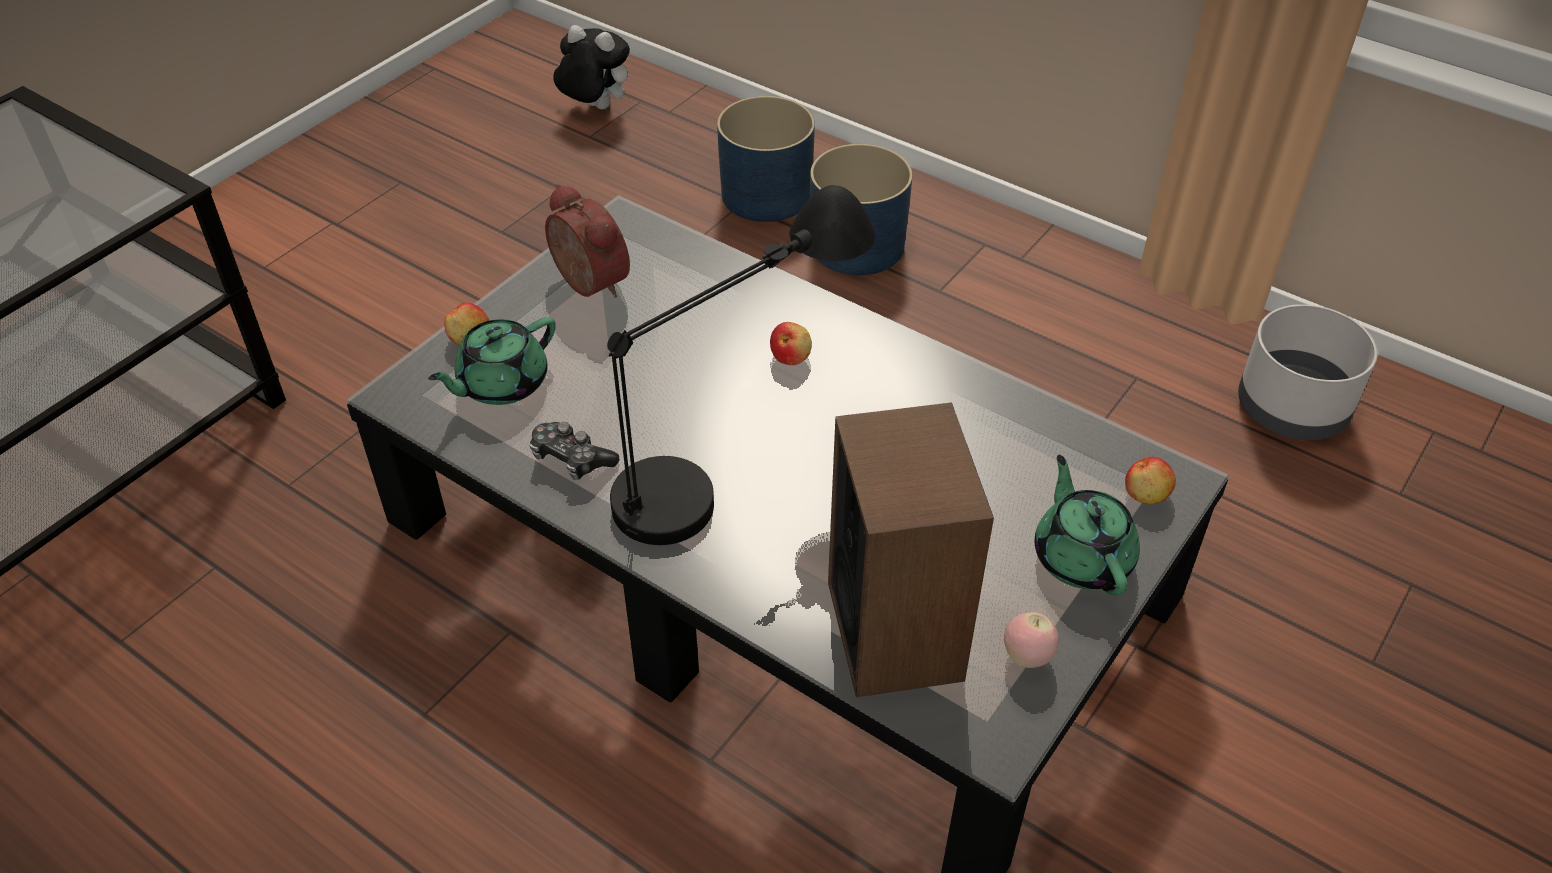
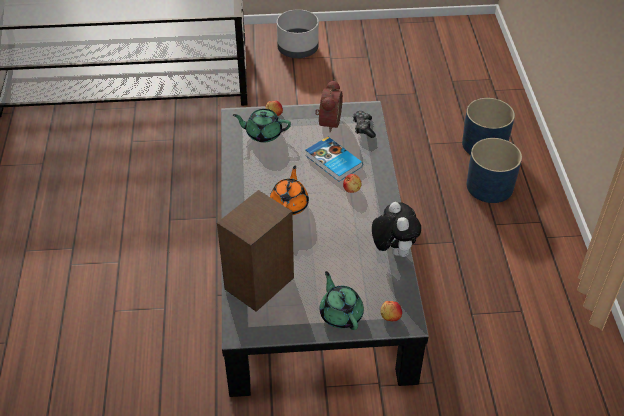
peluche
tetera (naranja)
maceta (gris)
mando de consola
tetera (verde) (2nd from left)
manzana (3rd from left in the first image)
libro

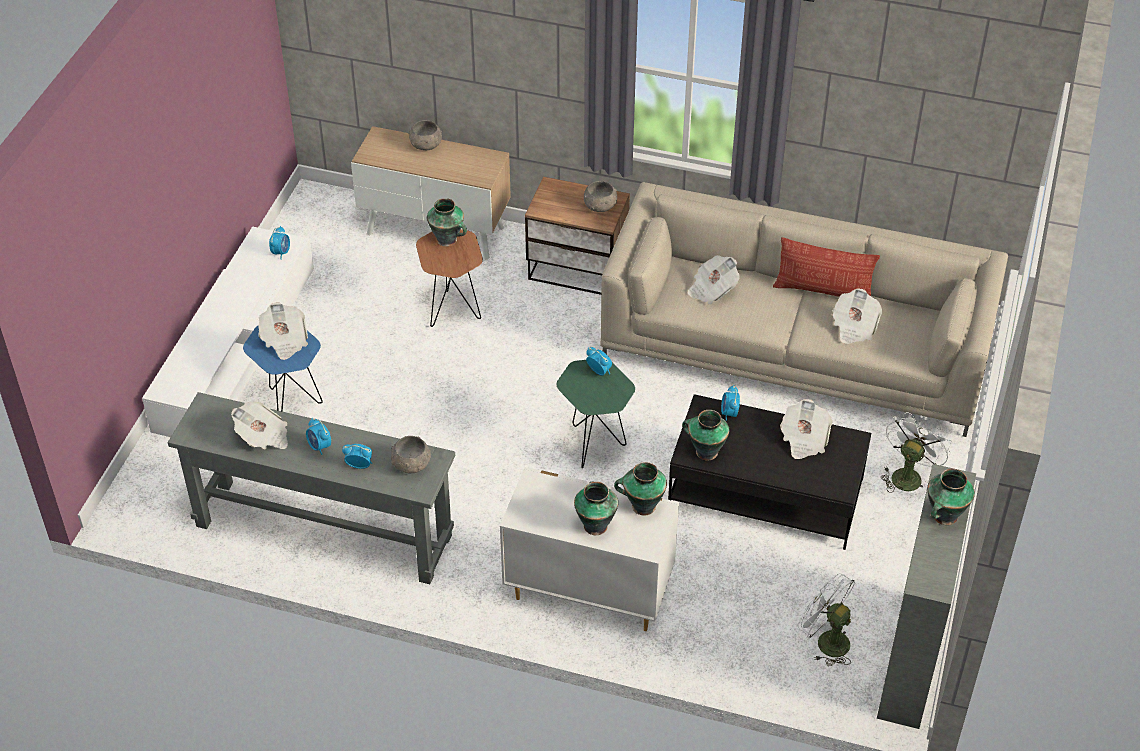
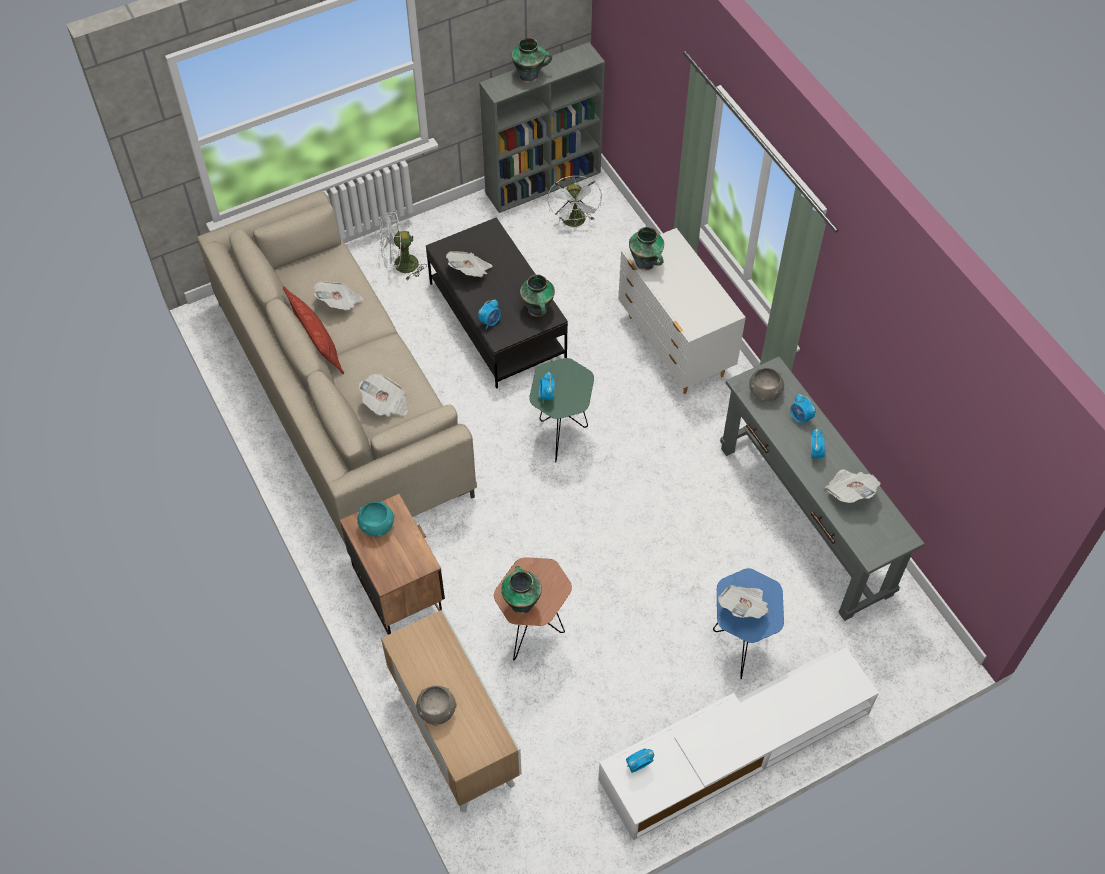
cuenco (turquesa)
florero (2nd from left in the first image)

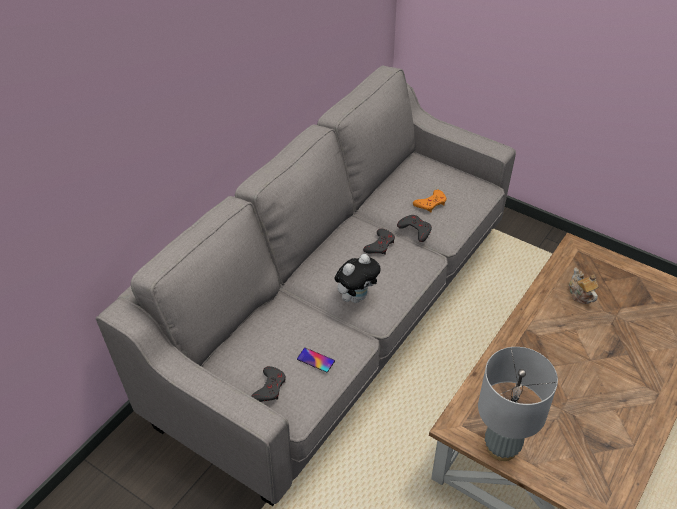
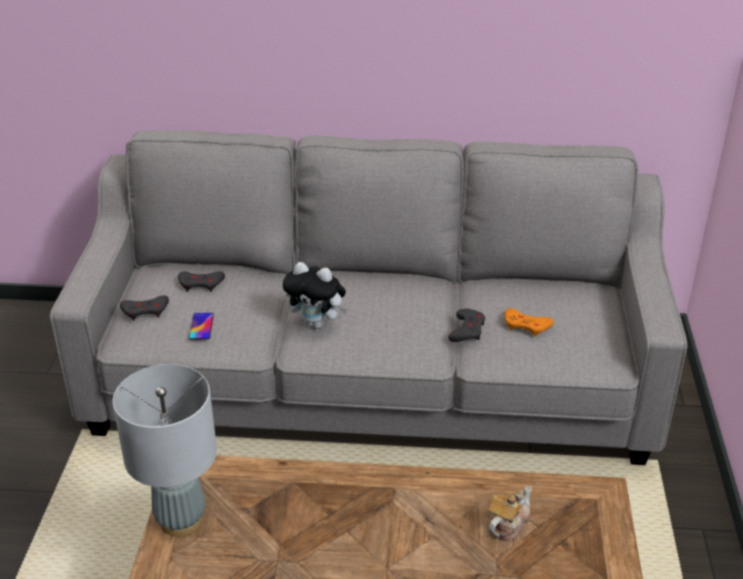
mando de consola (gris) (2nd from left)

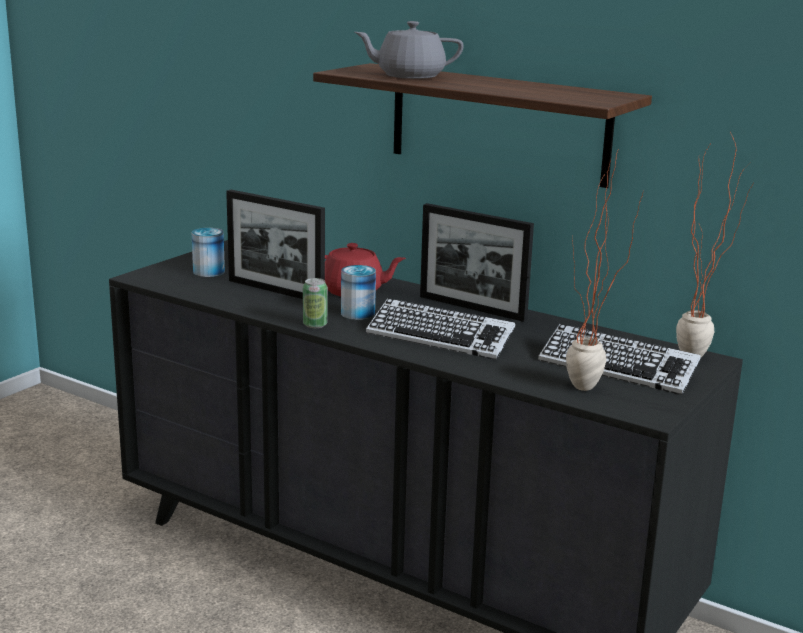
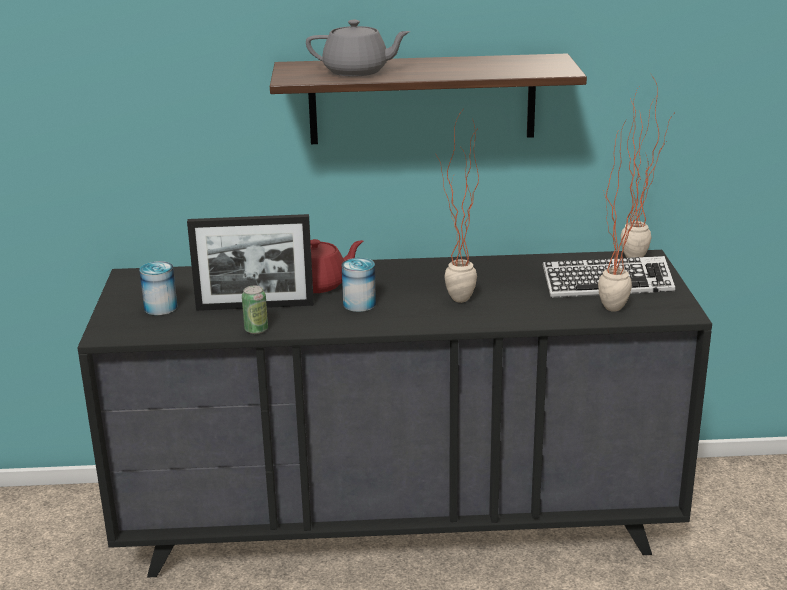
tetera (gris)
portarretratos (2nd from left in the first image)
lata (2nd from left)
planta en maceta (1st from left)

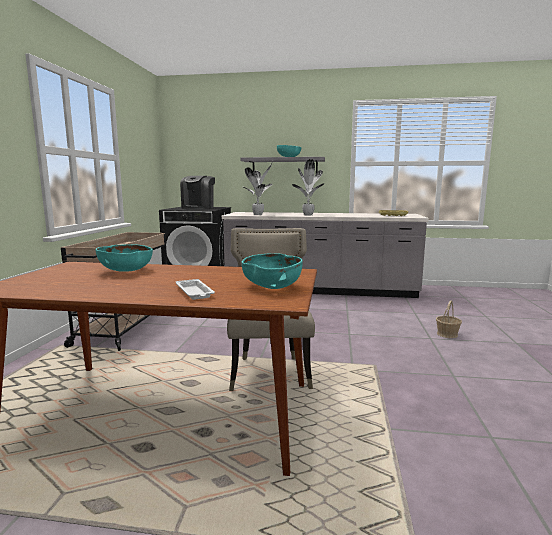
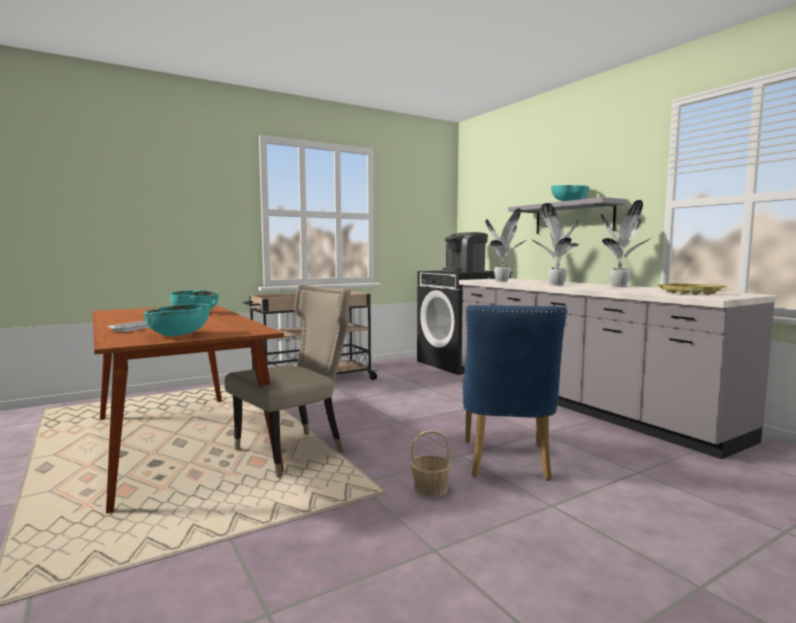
cesta
planta en maceta (3rd from left)
silla (azul)

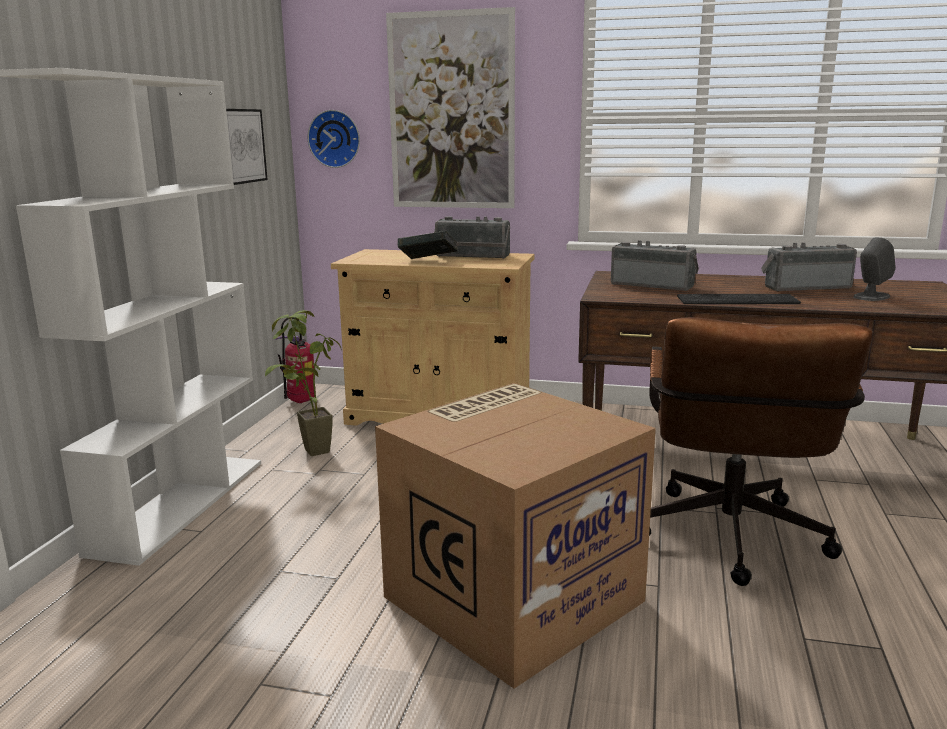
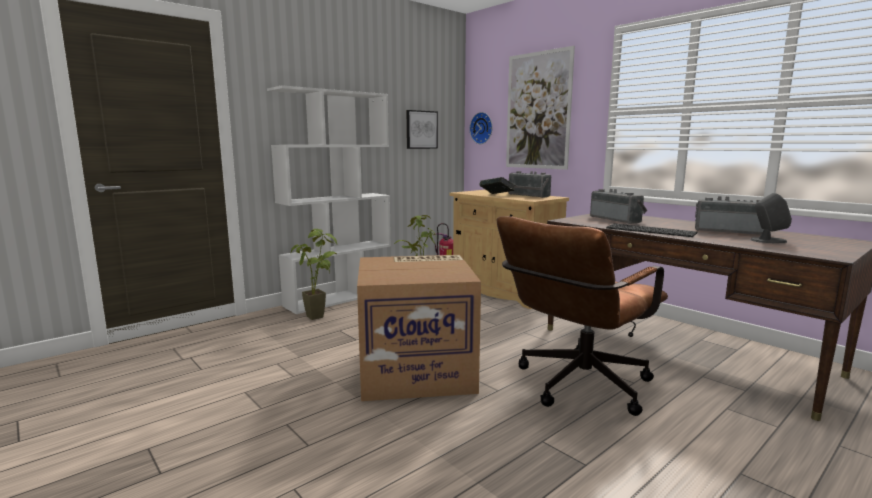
planta en maceta (1st from left)

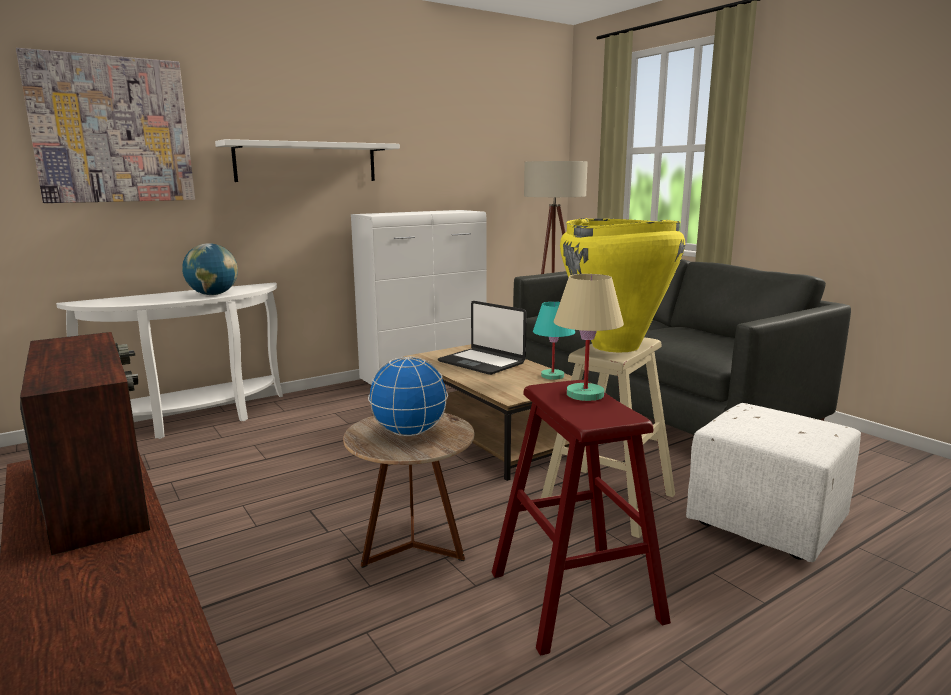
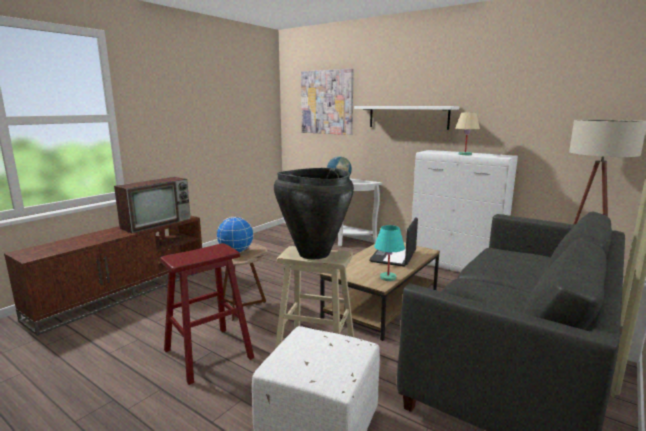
florero (negro)
lámpara de mesa (beis)

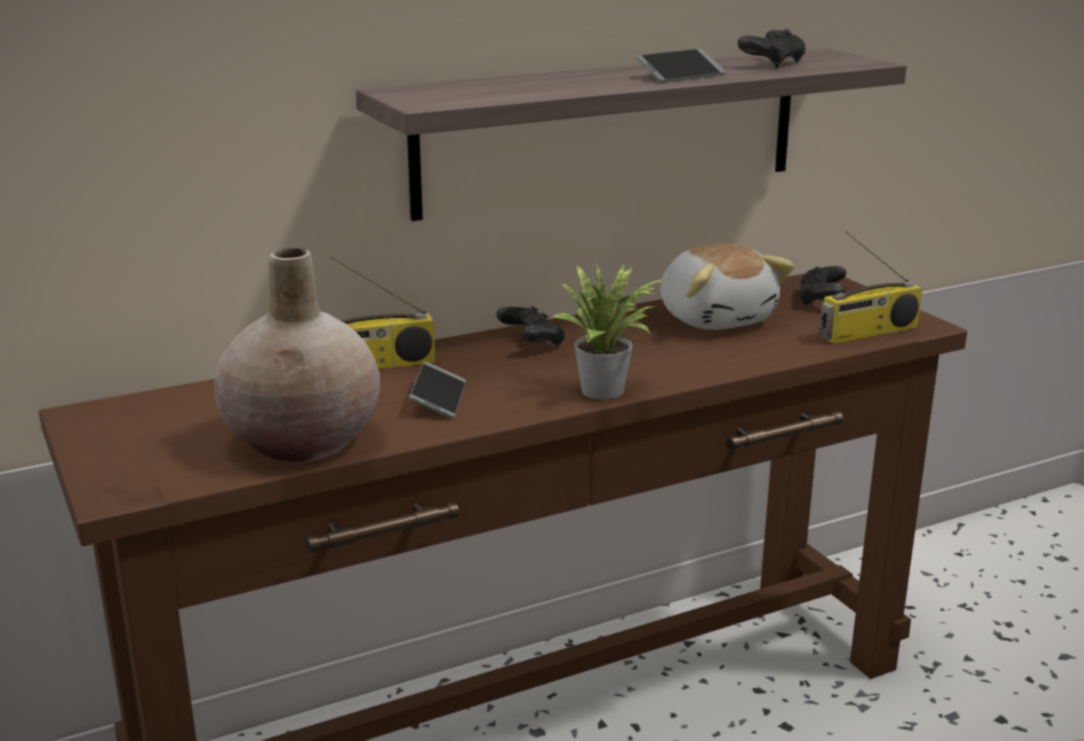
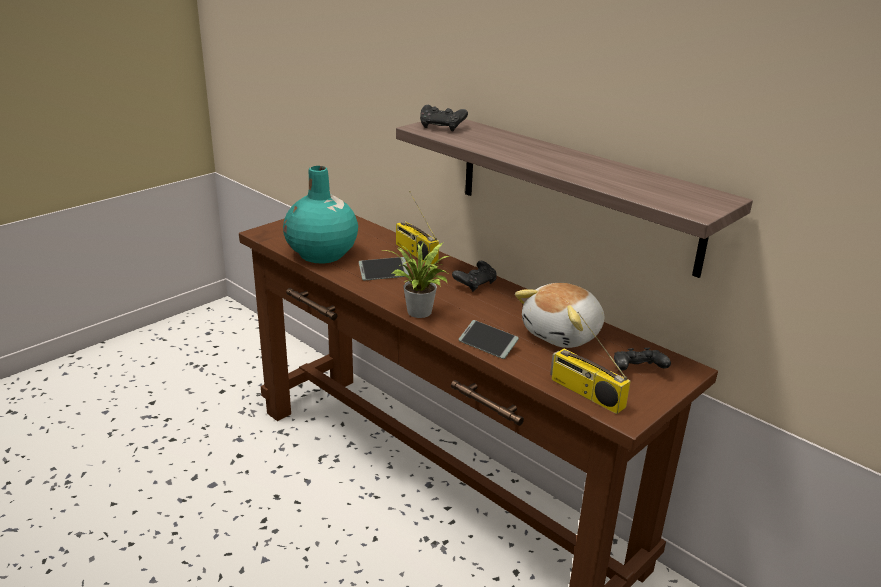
mando de consola (negro) (1st from left)
móvil (2nd from left)
florero (turquesa)

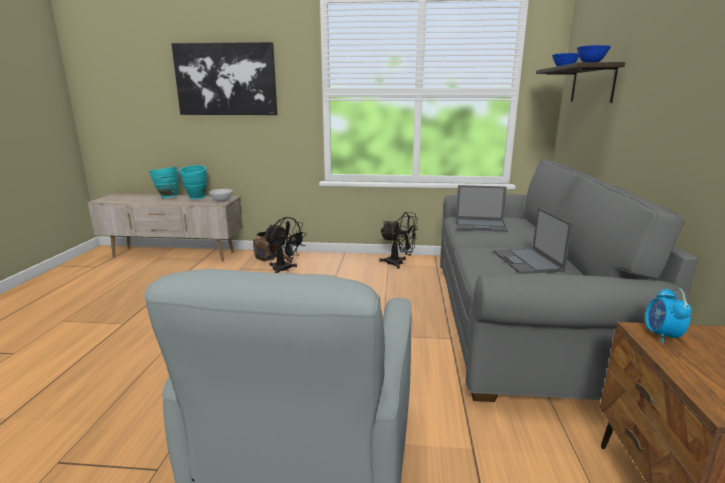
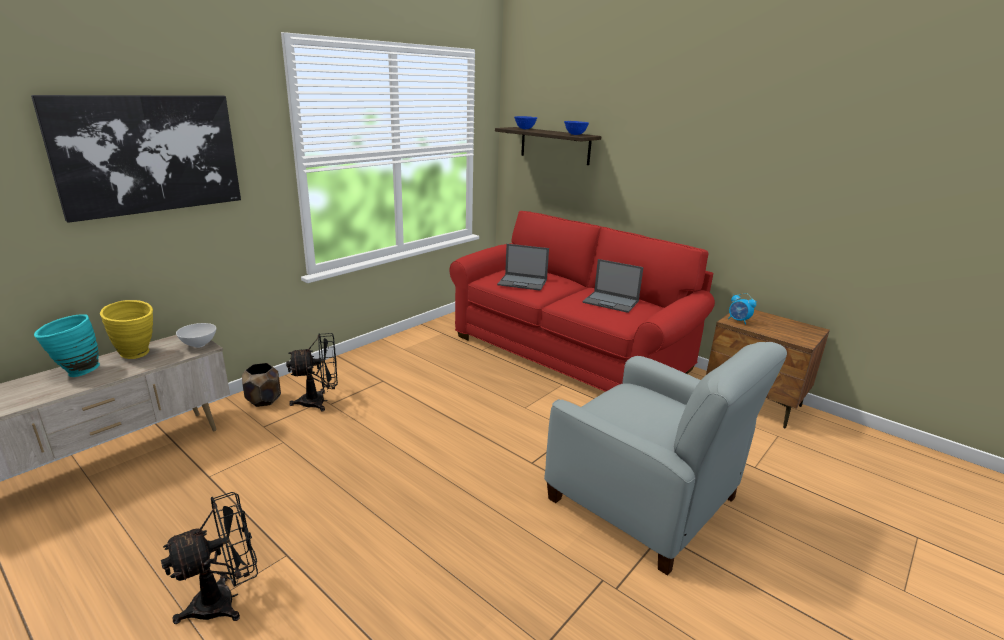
sofá (rojo)
florero (amarillo)
portátil (1st from left)
ventilador (negro) (1st from left)

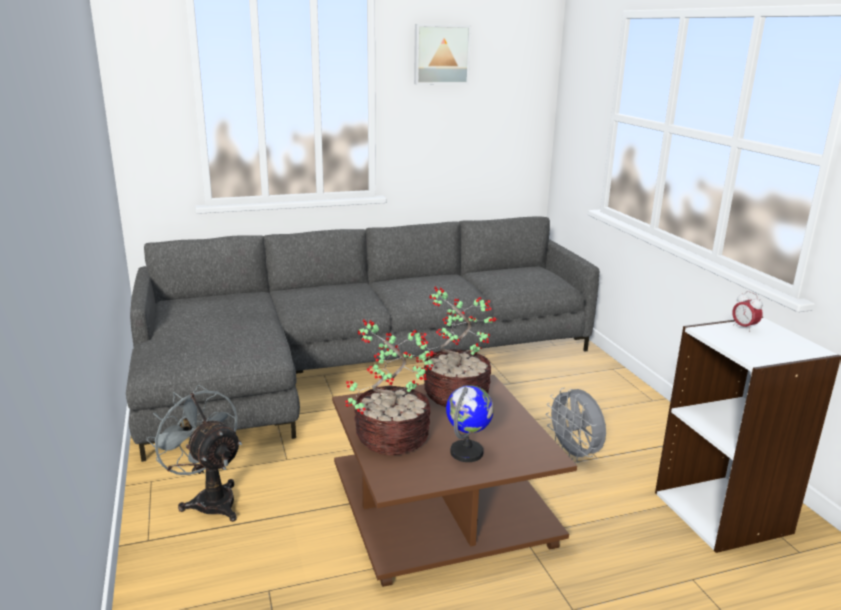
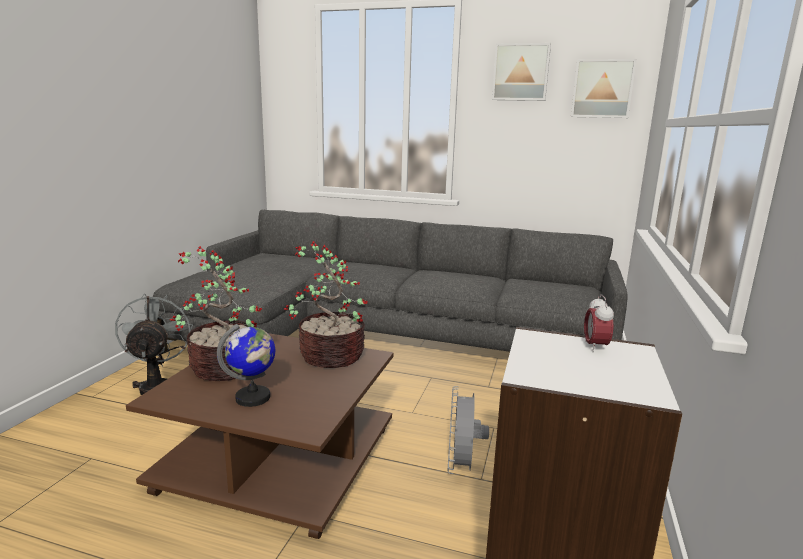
cuadro (2nd from left)

